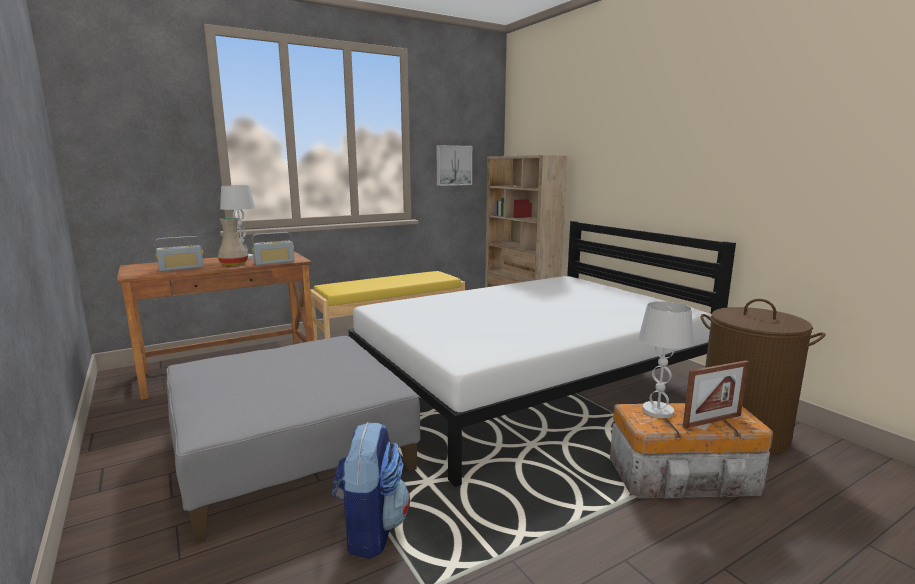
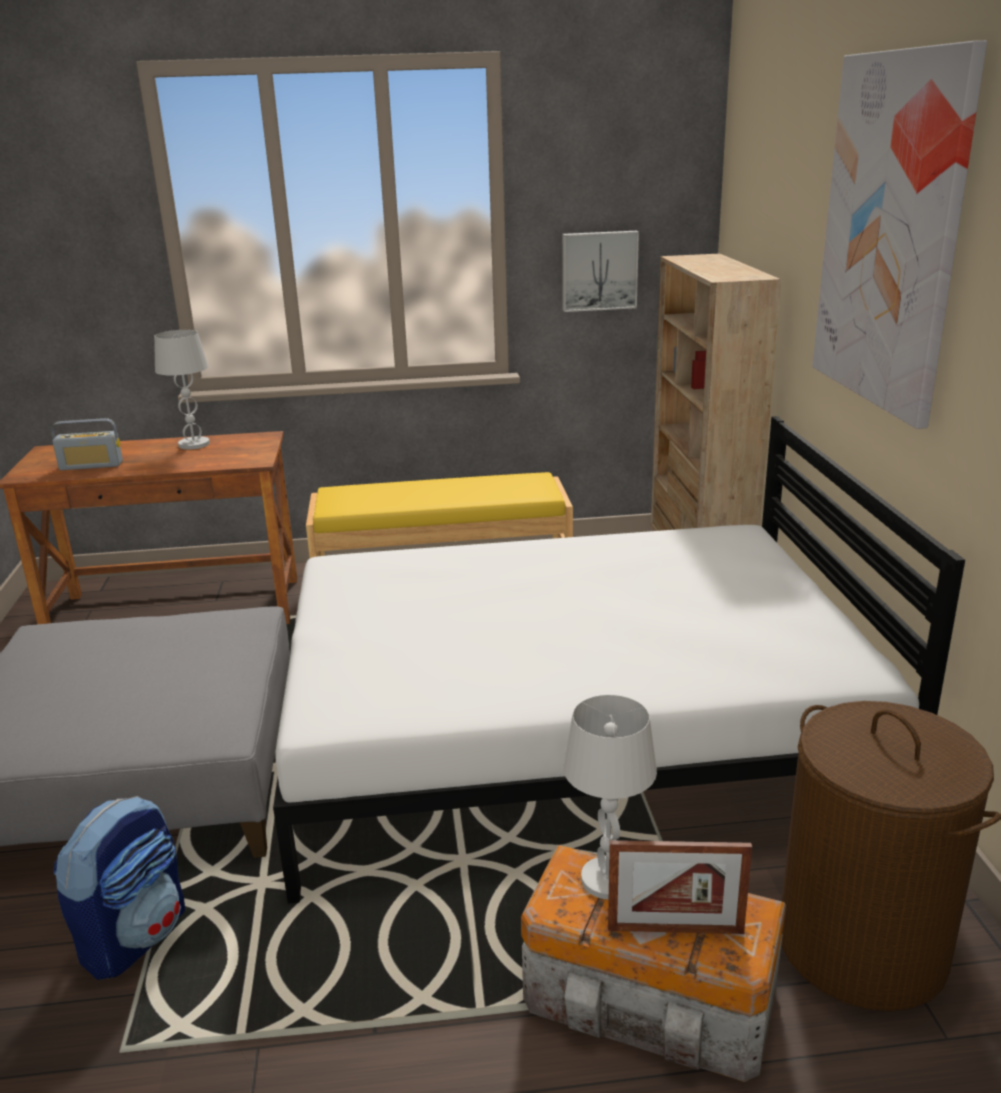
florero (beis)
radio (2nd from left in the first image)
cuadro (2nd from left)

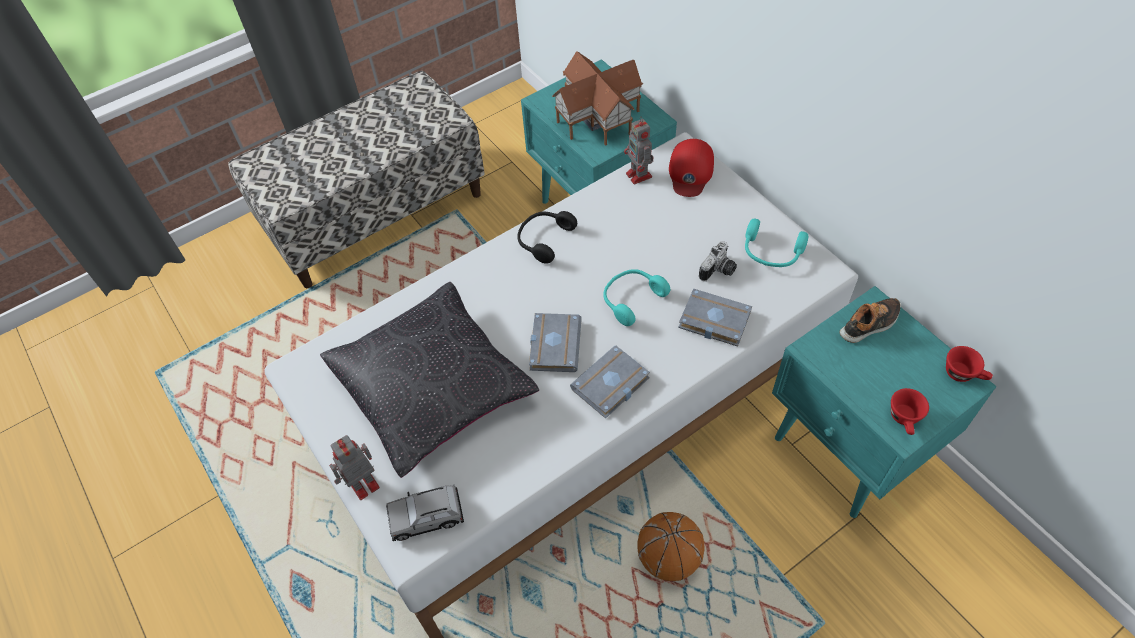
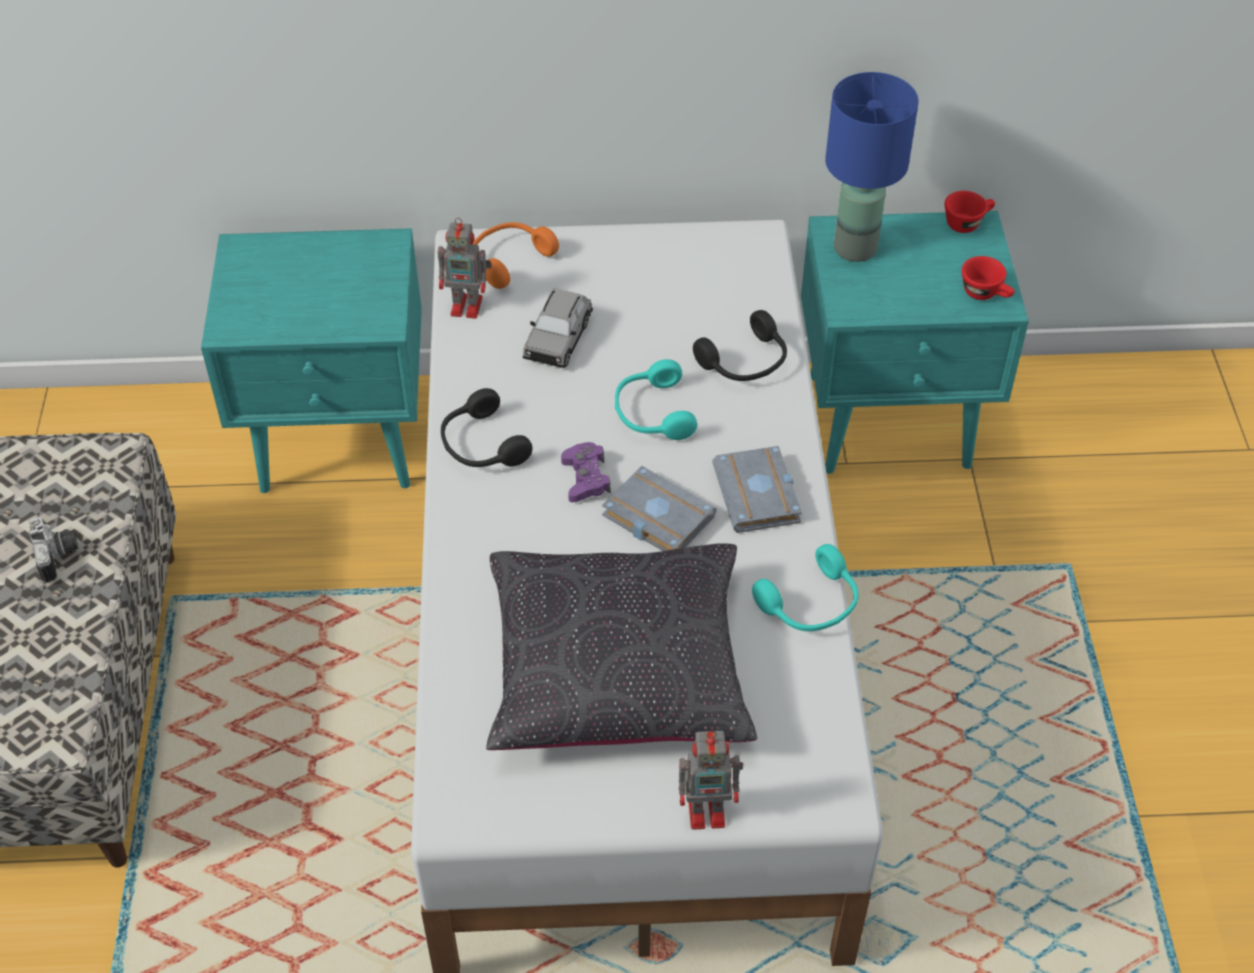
casita
auriculares (naranja)
auriculares (turquesa) (2nd from left)
cámara
auriculares (negro) (2nd from left)
lámpara de mesa (azul)
robot de juguete (2nd from left)
coche de juguete (gris)
balón de baloncesto
mando de consola (morado)

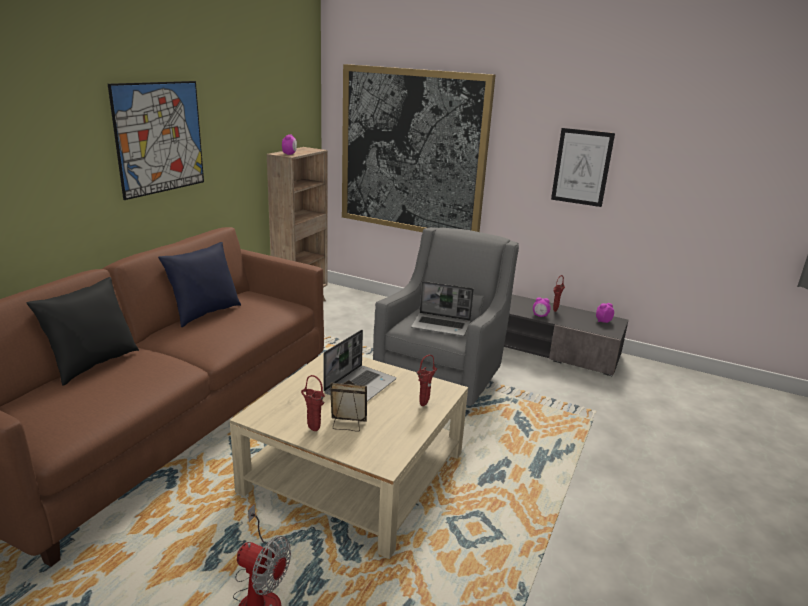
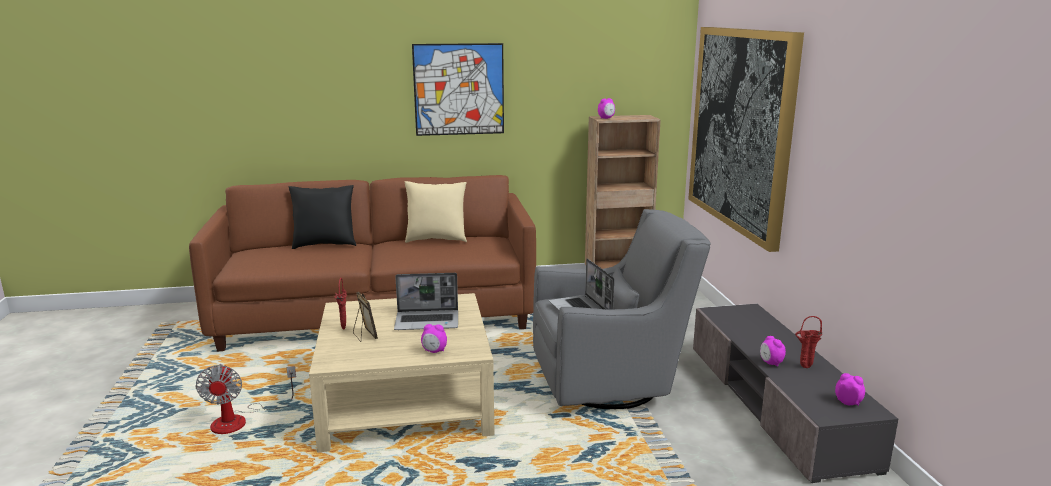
cuadro (3rd from left in the first image)
cojín (beis)
despertador (1st from left)

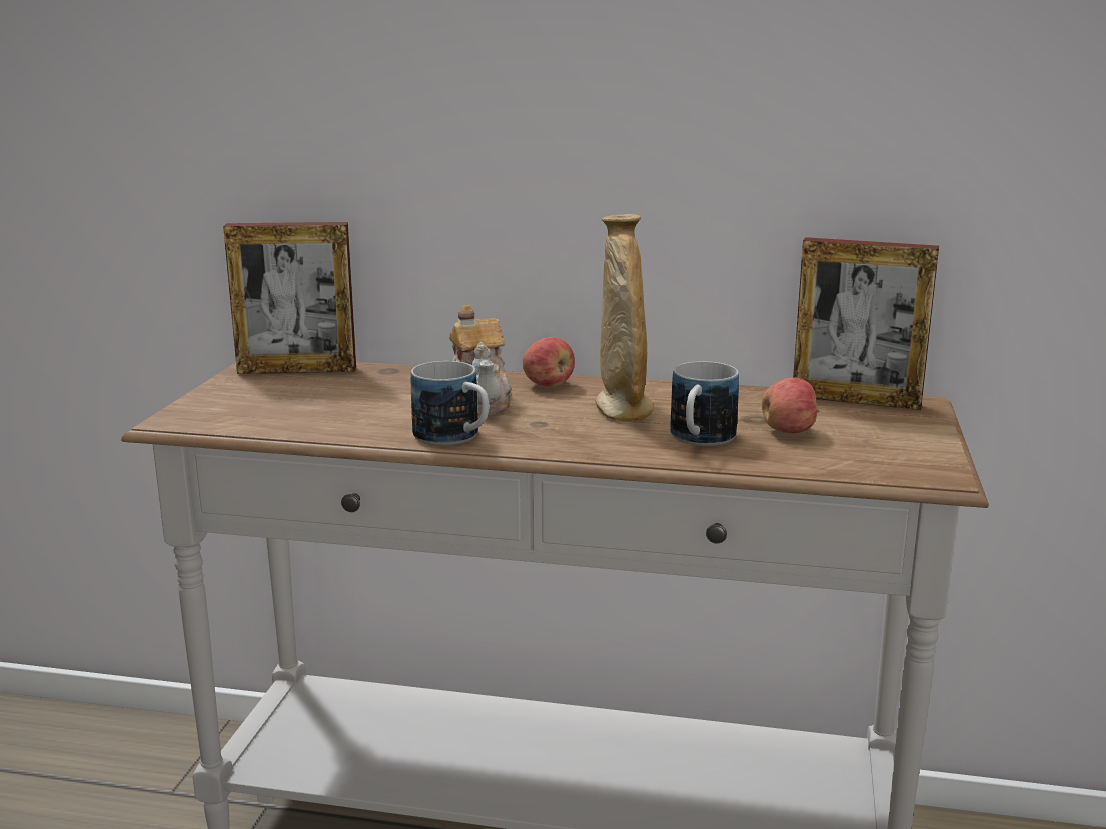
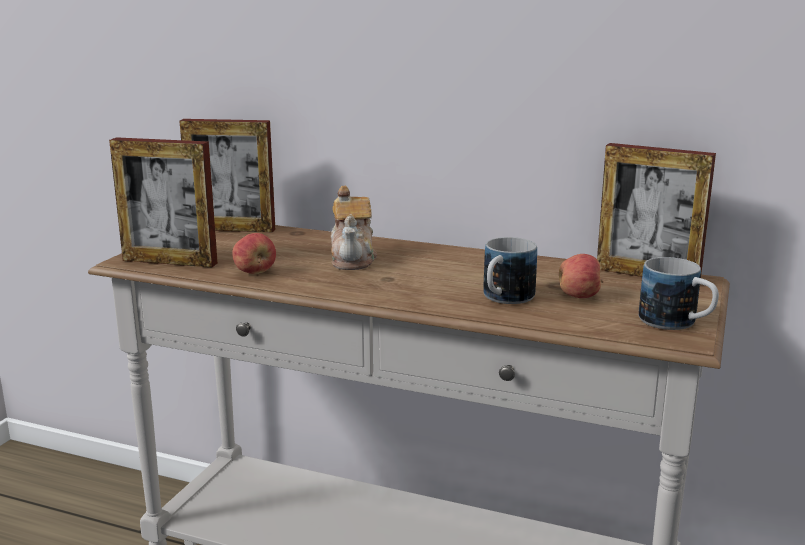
florero (beis)
manzana (1st from left)
taza grande (2nd from left)
portarretratos (1st from left)

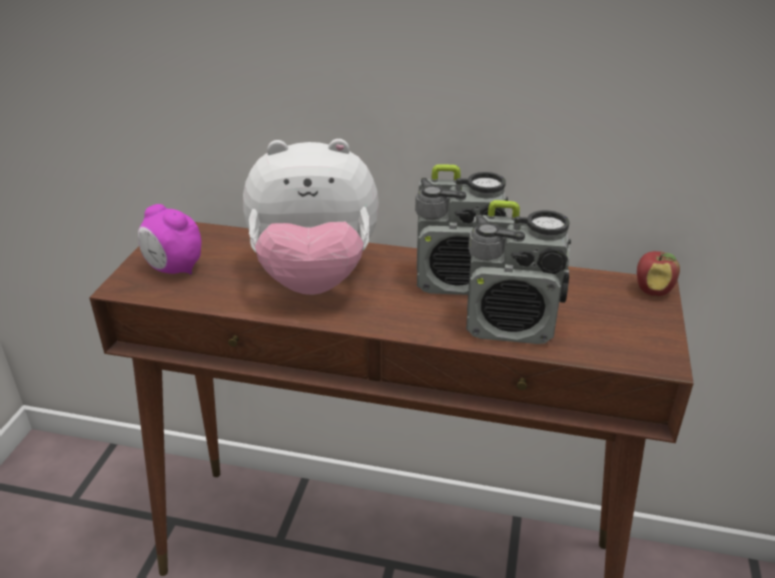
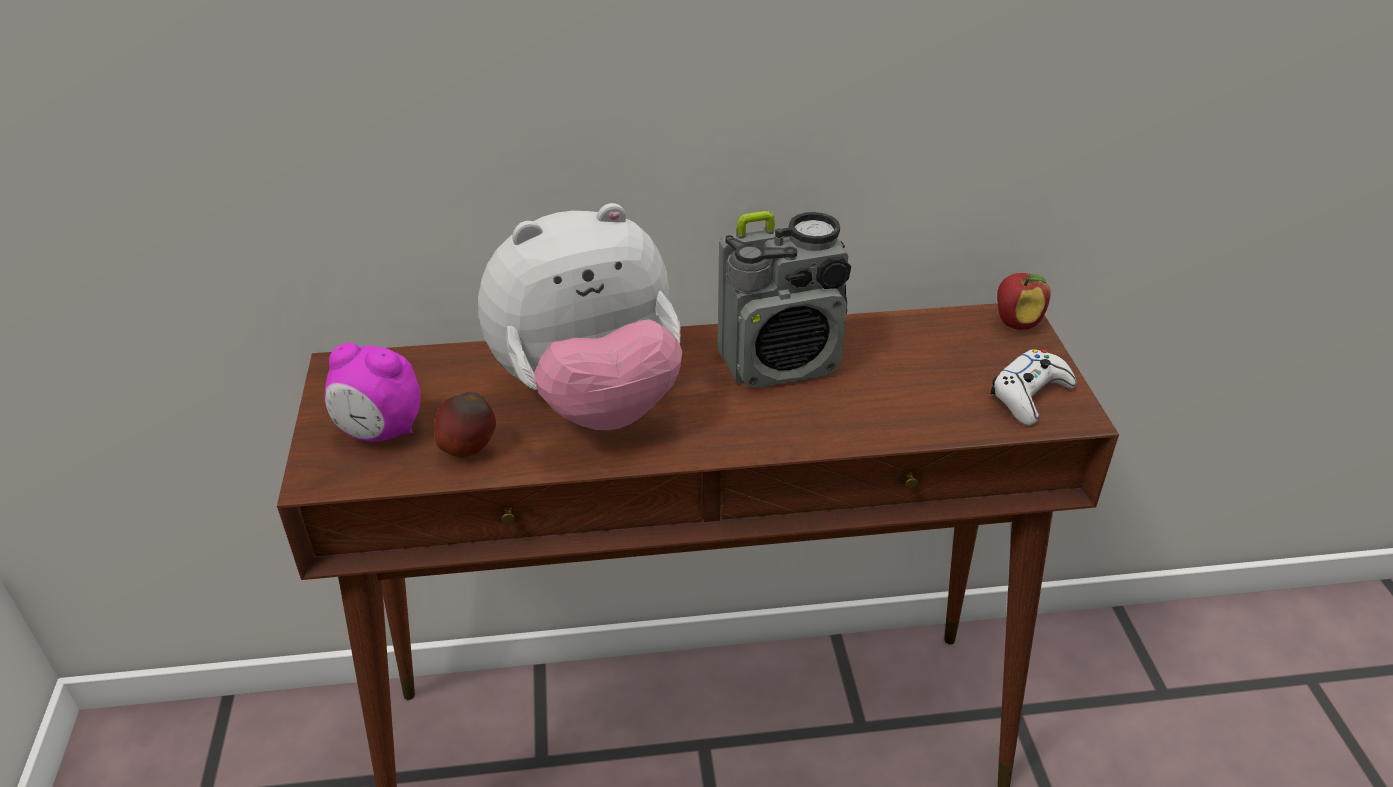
radio (2nd from left in the first image)
mando de consola (blanco)
manzana (1st from left)

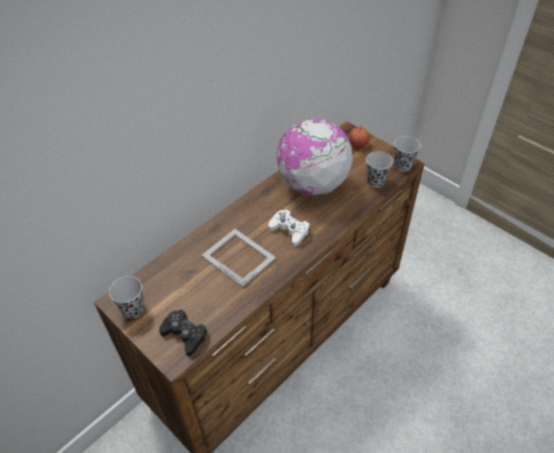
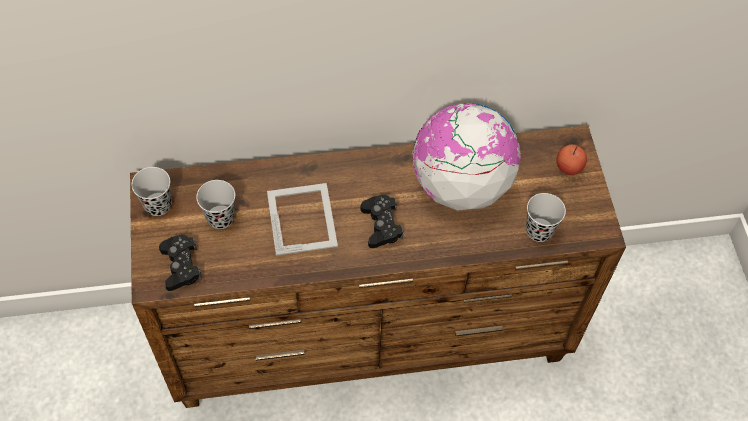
taza (negro) (2nd from left)
mando de consola (negro) (2nd from left)

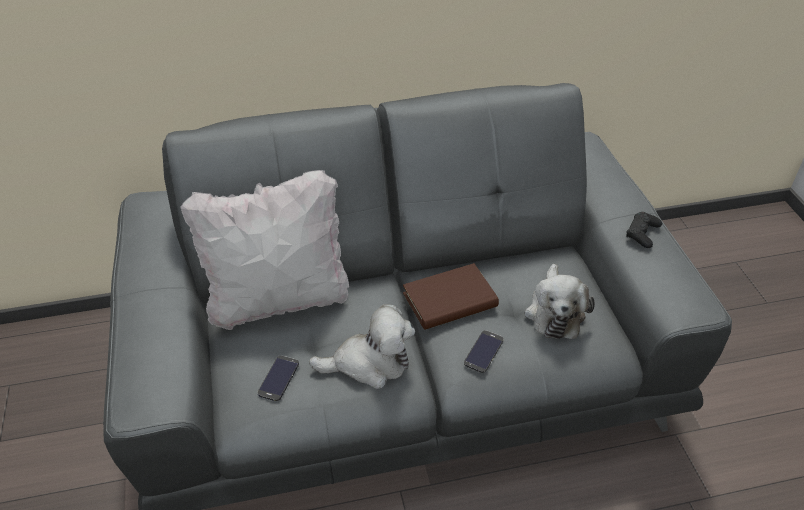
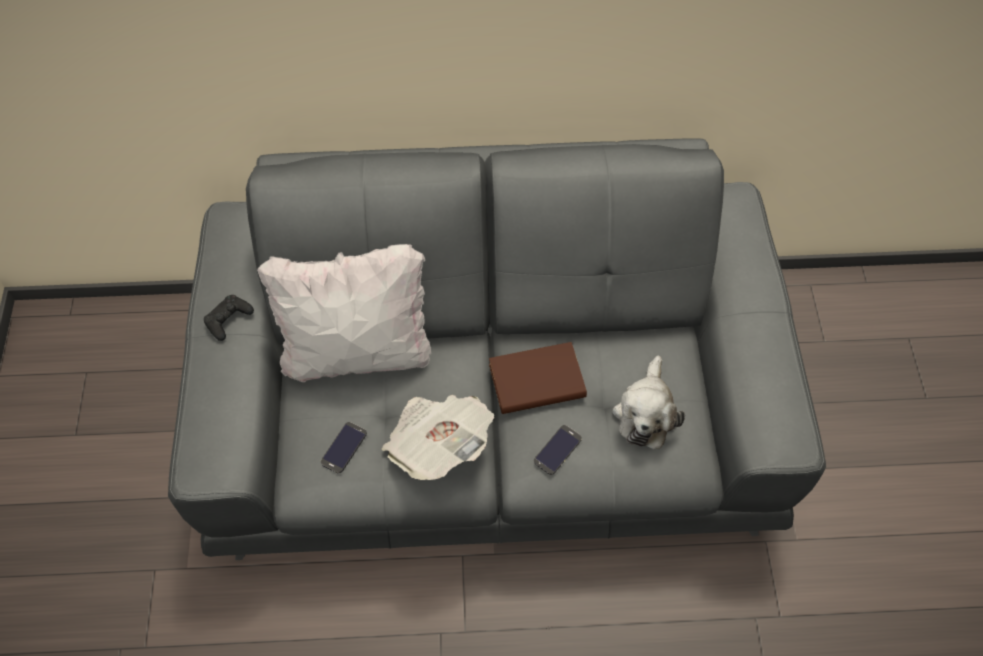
mando de consola (negro)
periódico

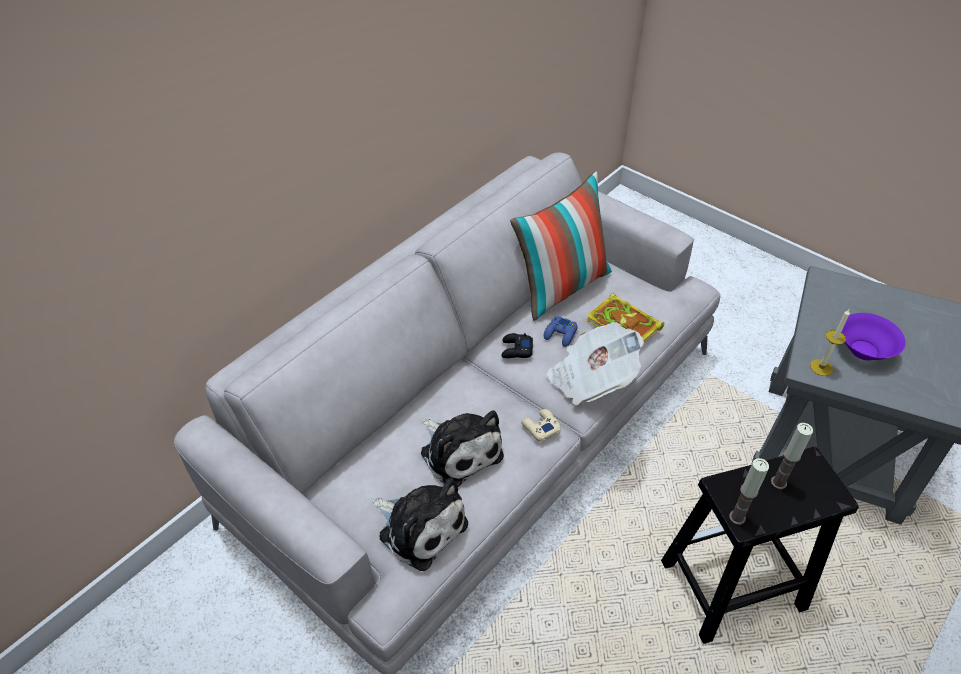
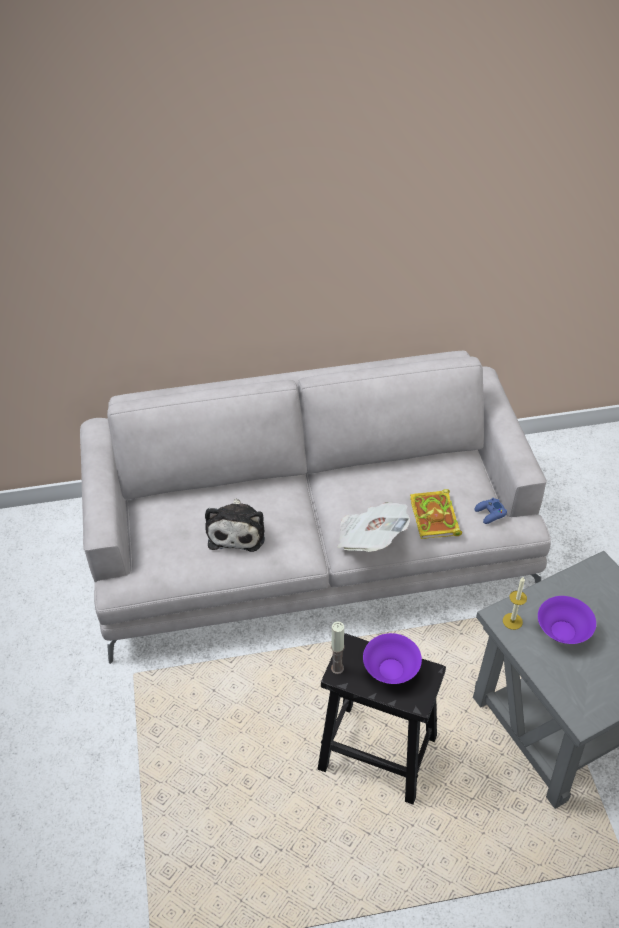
cojín
mando de consola (azul)
mando de consola (negro)
mando de consola (beis)
cuenco (morado) (1st from left)
peluche (1st from left in the first image)

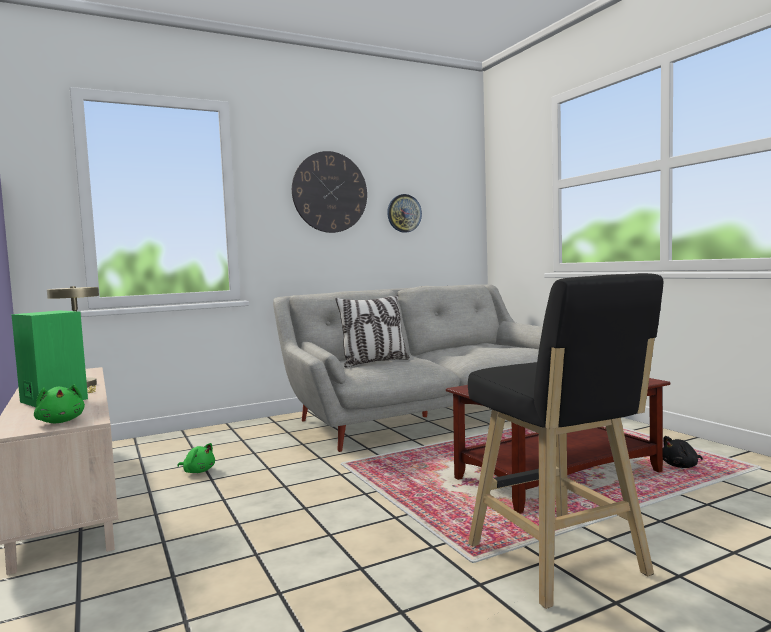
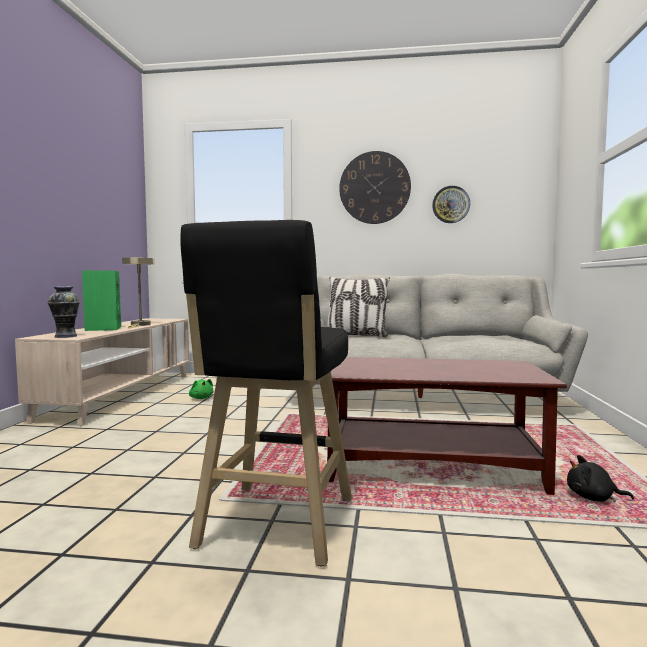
florero

